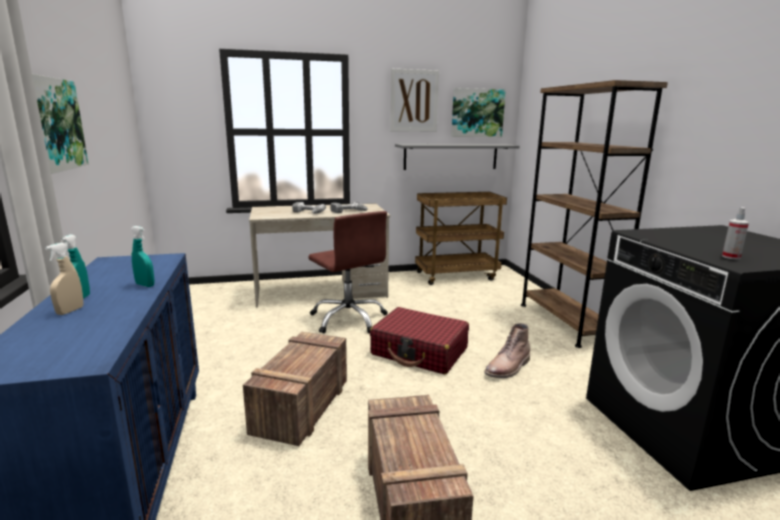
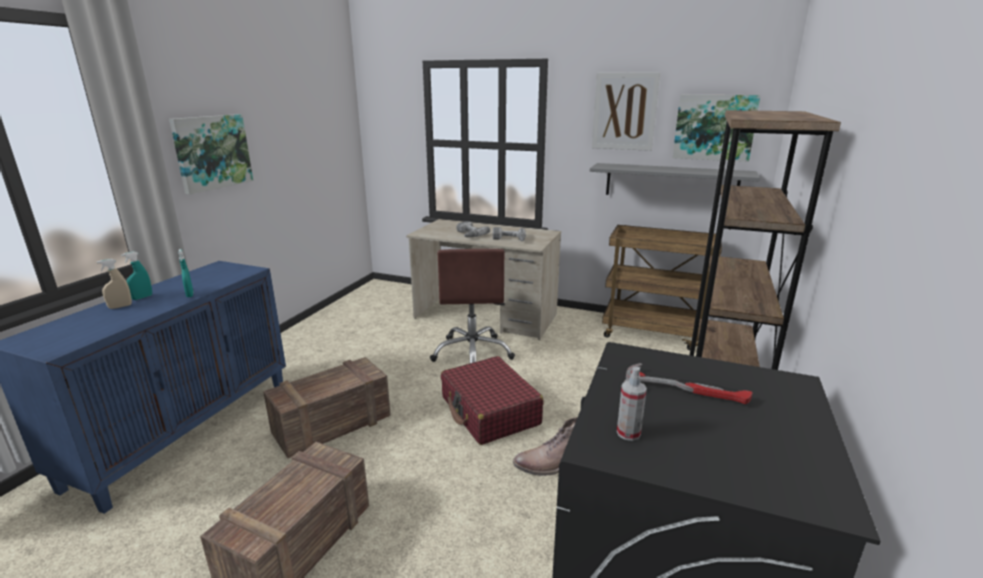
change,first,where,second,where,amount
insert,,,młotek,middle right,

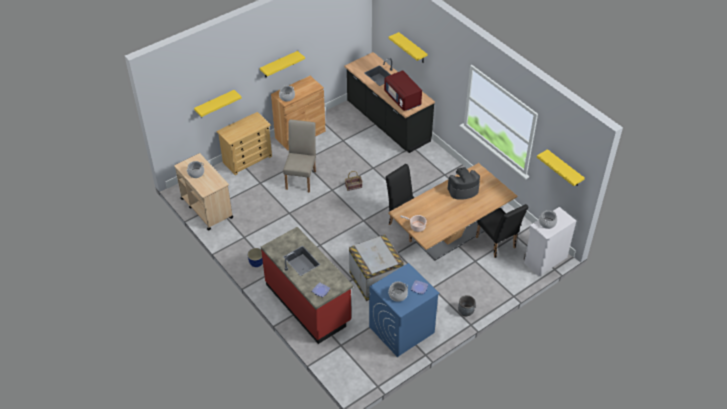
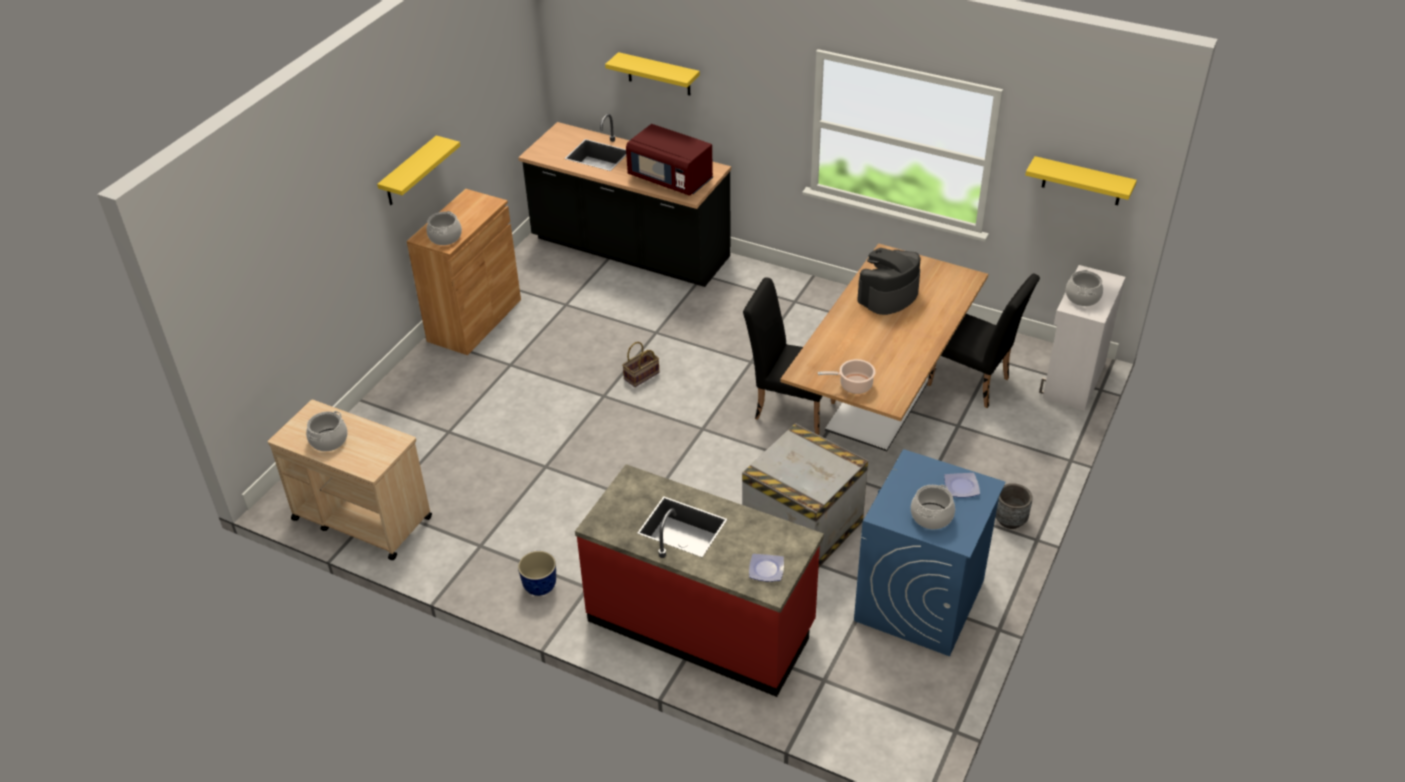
change,first,where,second,where,amount
delete,półka (żółty) (1st from left),top left,,,
delete,komoda (beżowy),centre,,,
delete,krzesło (beżowy),centre,,,

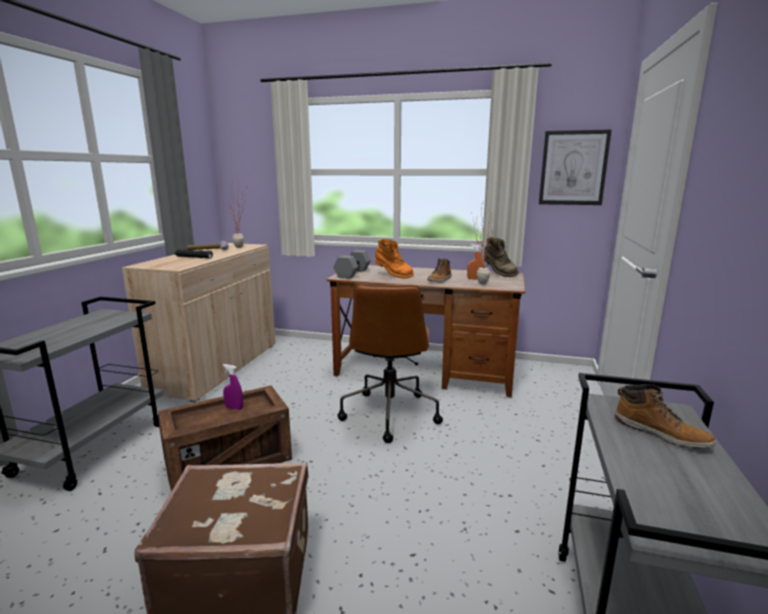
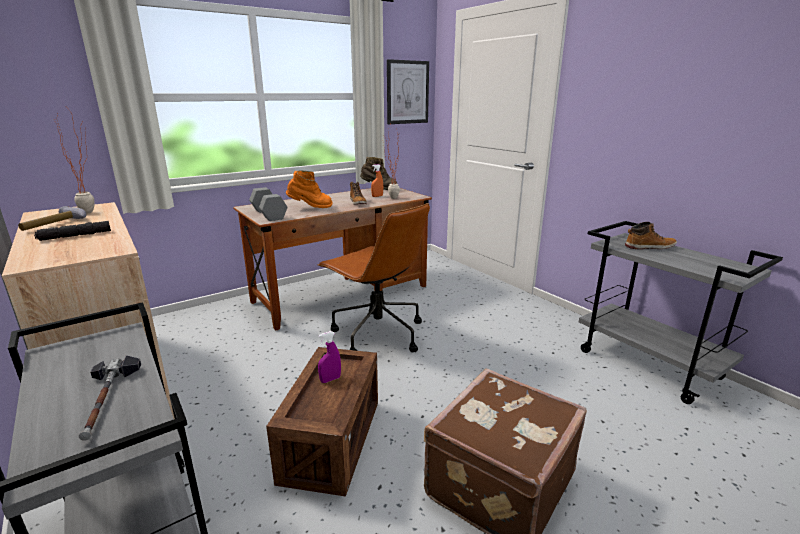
change,first,where,second,where,amount
insert,,,młotek (2nd from left),bottom left,

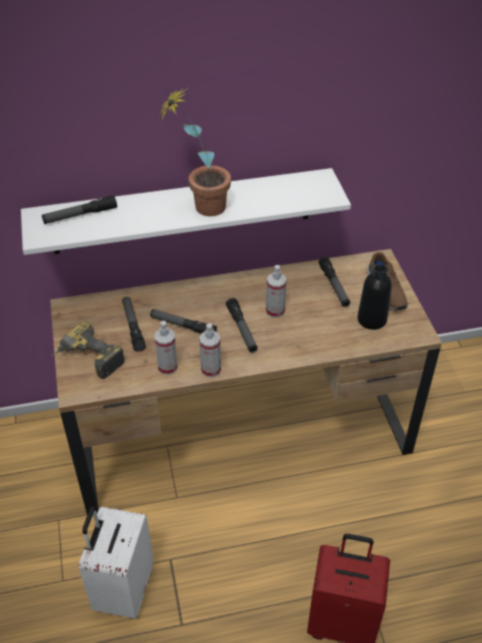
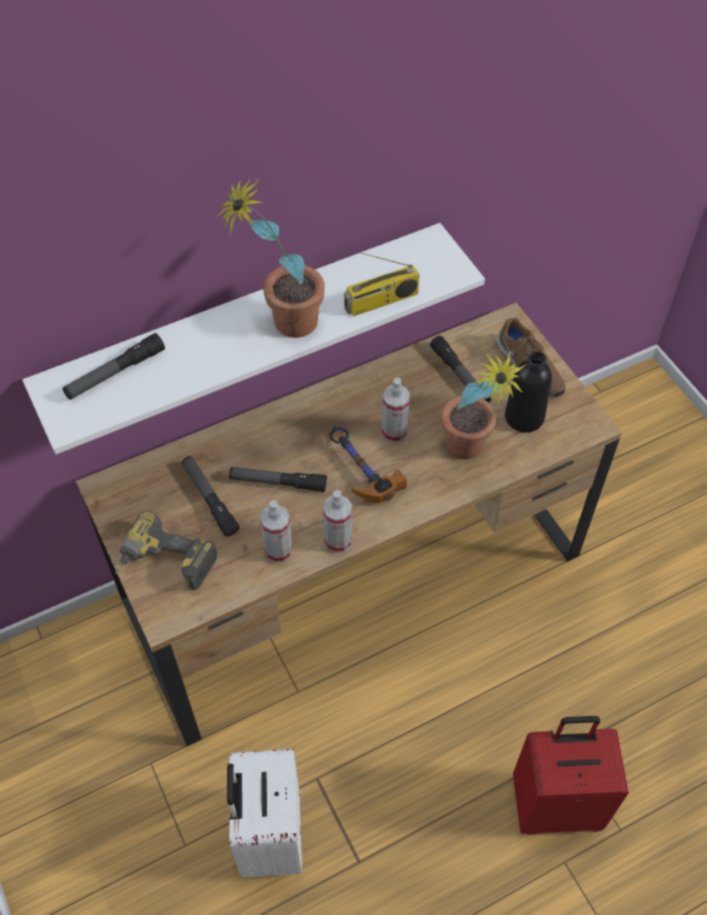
change,first,where,second,where,amount
replace,latarka (4th from left),centre,młotek,centre,
insert,,,radio,top centre,
insert,,,roślina doniczkowa (2nd from left),middle right,

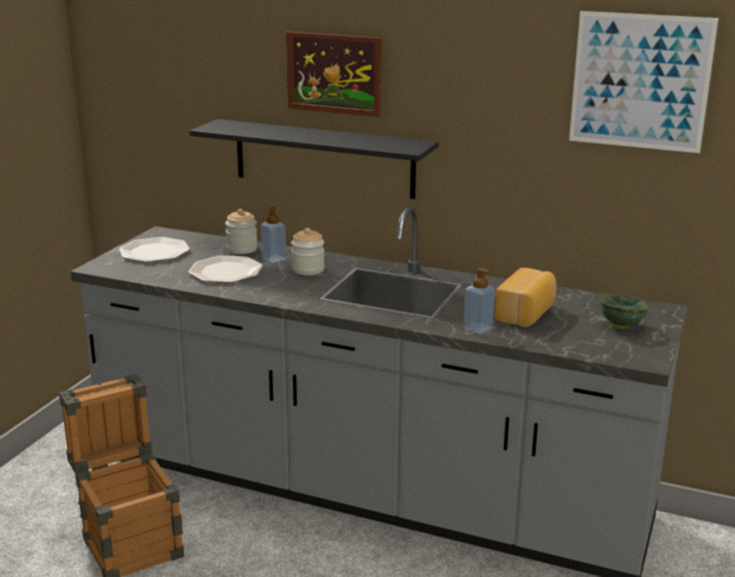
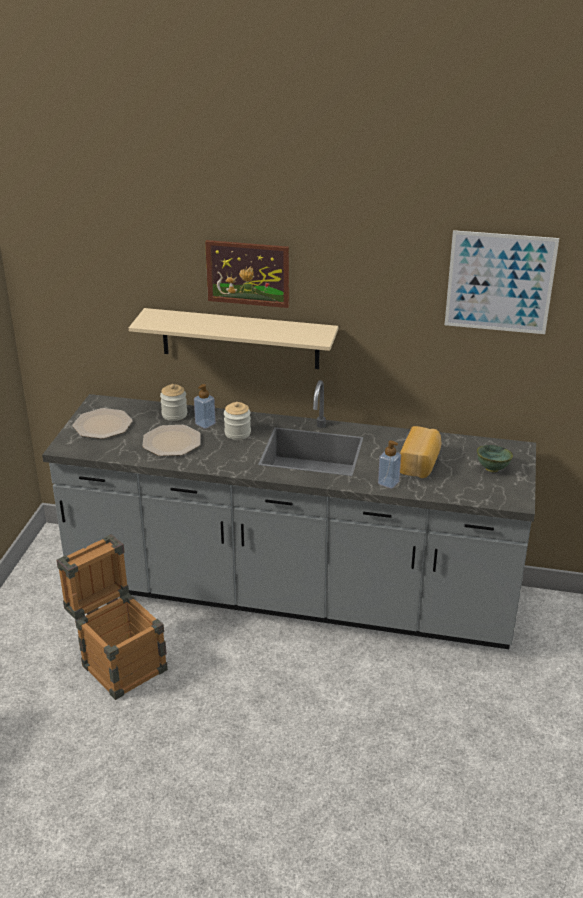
change,first,where,second,where,amount
recolor,półka (czarny),top centre,półka (beżowy),centre,

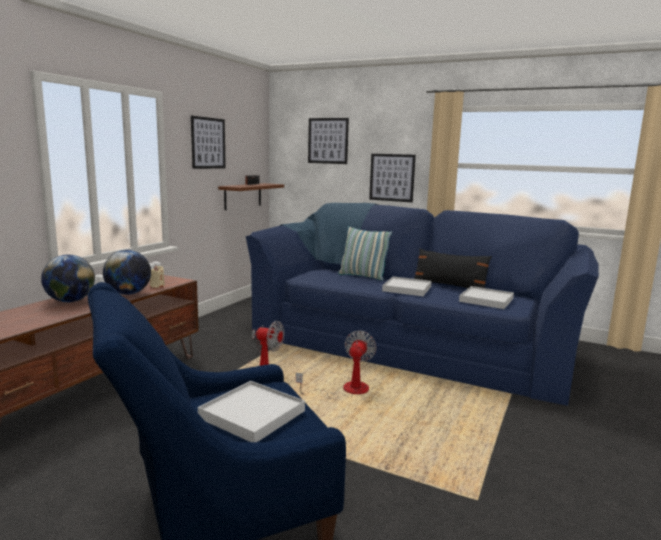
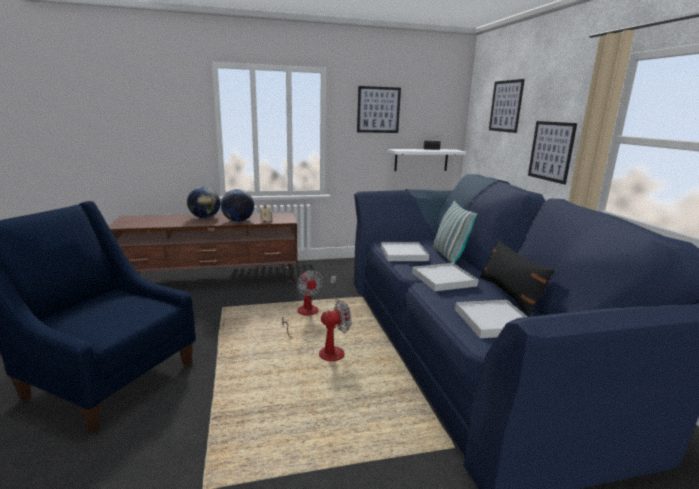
change,first,where,second,where,amount
move,taca (biały) (1st from left),bottom centre,,centre,
recolor,półka (brązowy),centre,półka (biały),top centre,

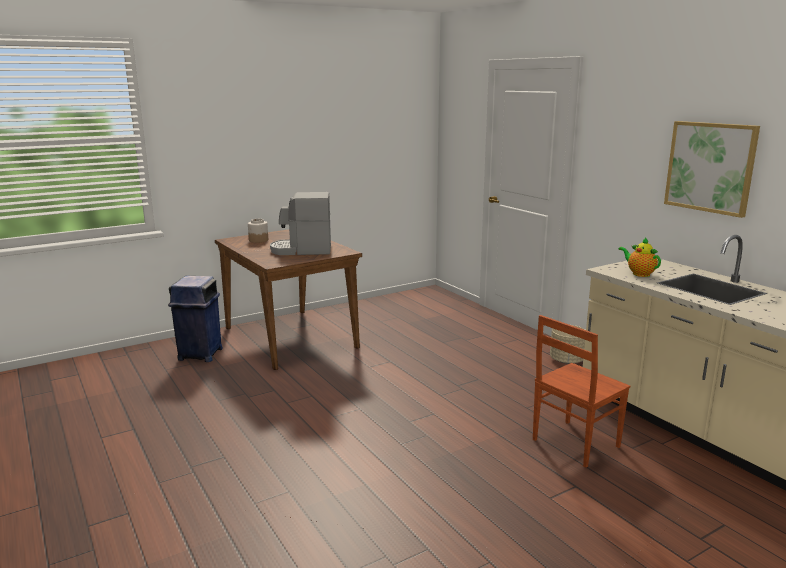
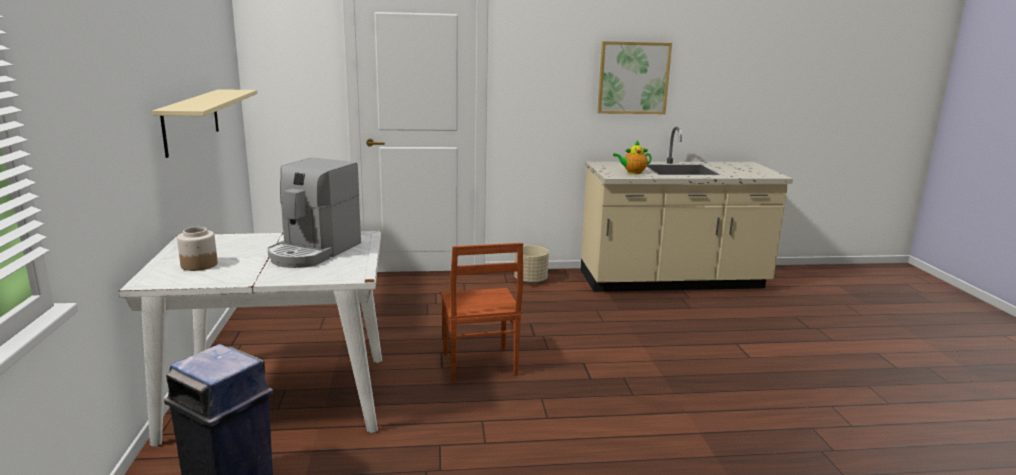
change,first,where,second,where,amount
recolor,stół jadalny (brązowy),centre,stół jadalny (biały),bottom left,
insert,,,półka (beżowy),top left,
move,krzesło (brązowy),bottom right,,centre,

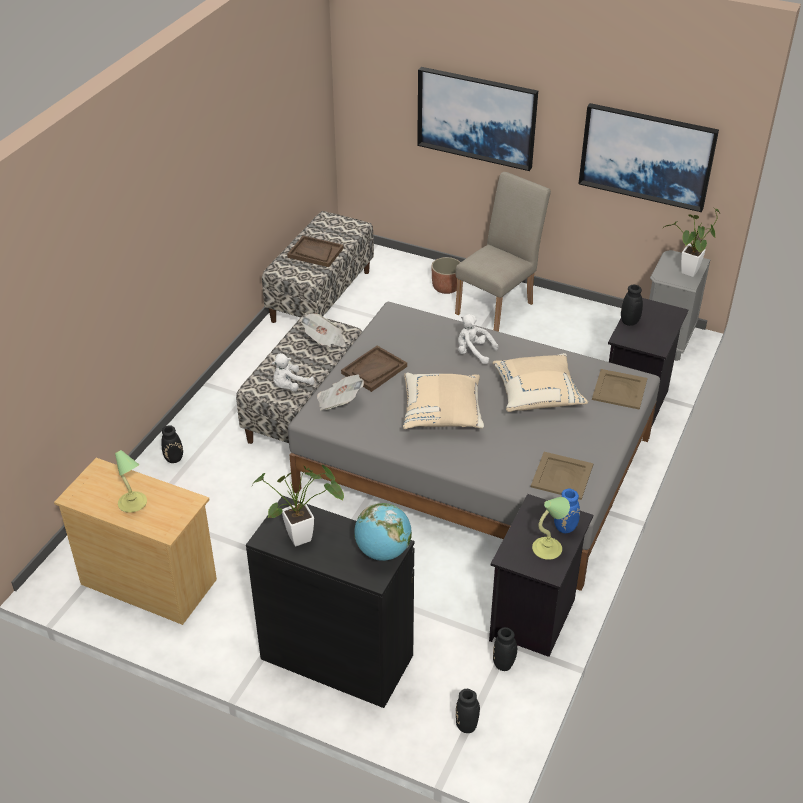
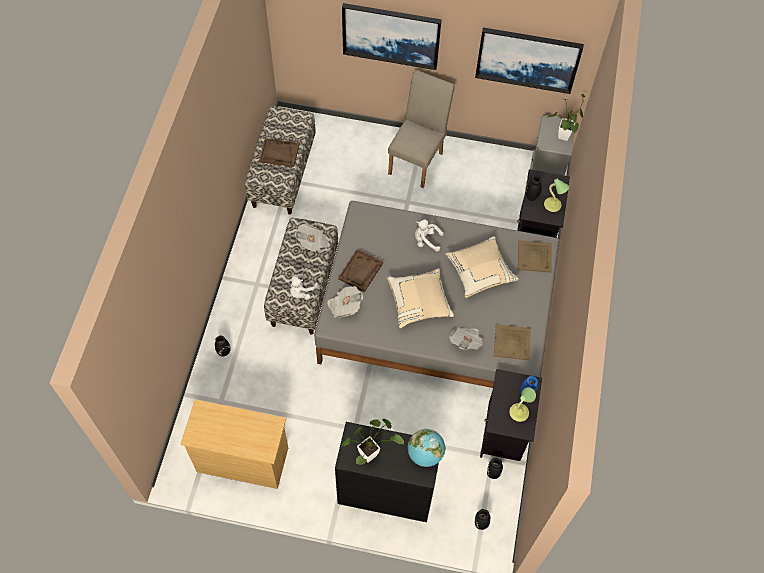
change,first,where,second,where,amount
insert,,,gazeta (3rd from left),centre,
move,lampa stołowa (1st from left in the first image),middle left,lampa stołowa (2nd from left),middle right,
delete,donica,centre,,,

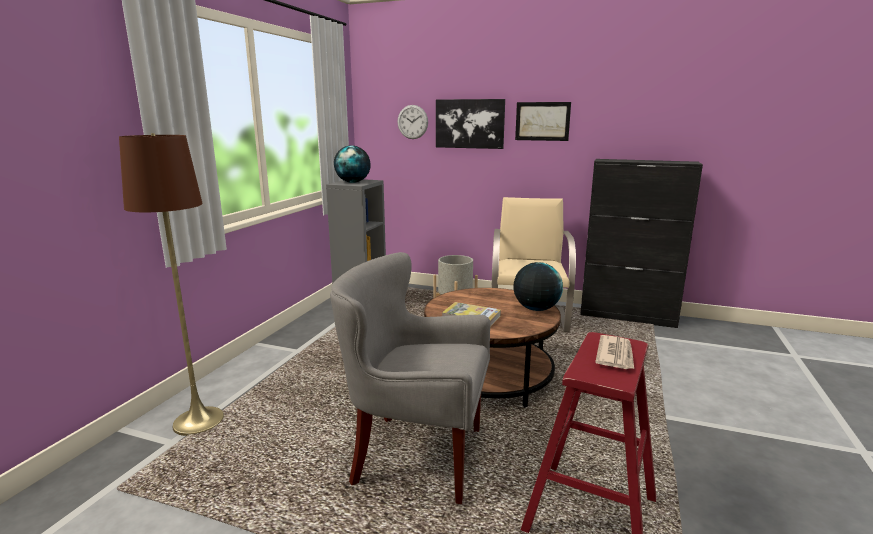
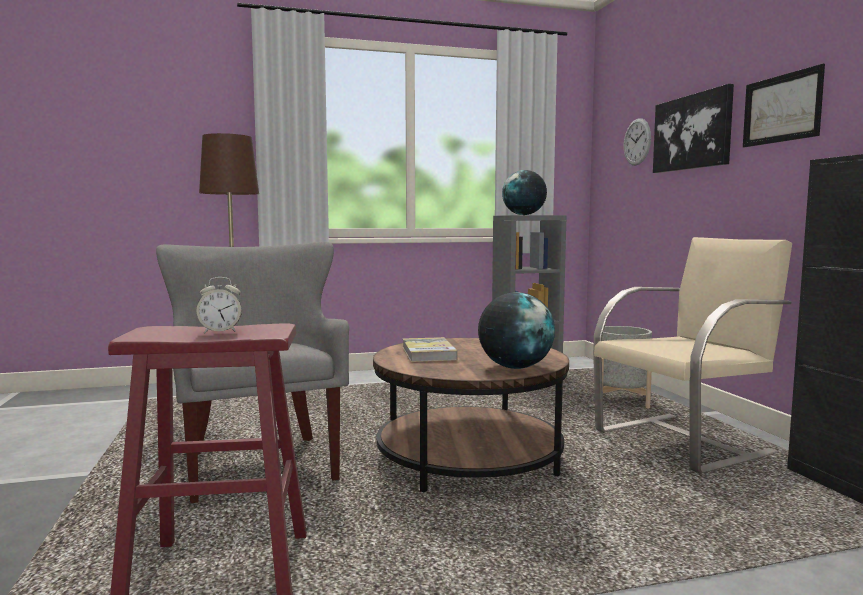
change,first,where,second,where,amount
replace,gazeta,middle right,budzik,middle left,

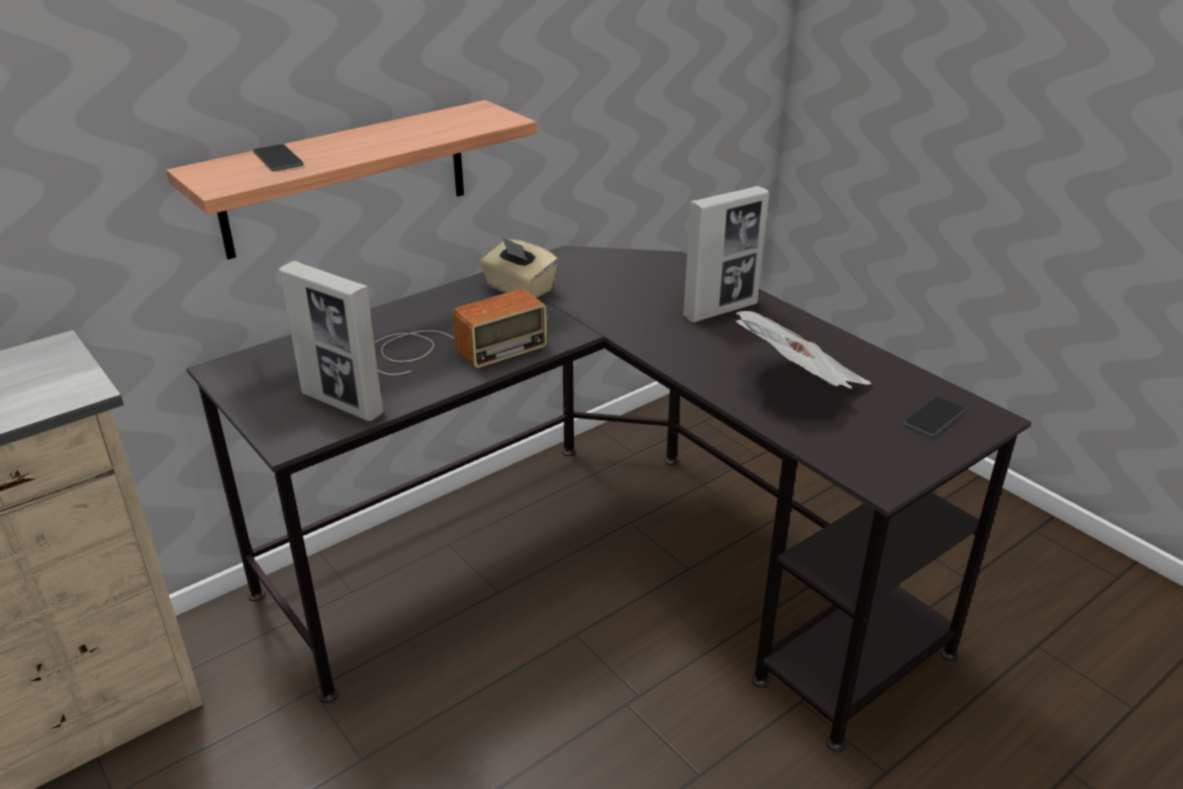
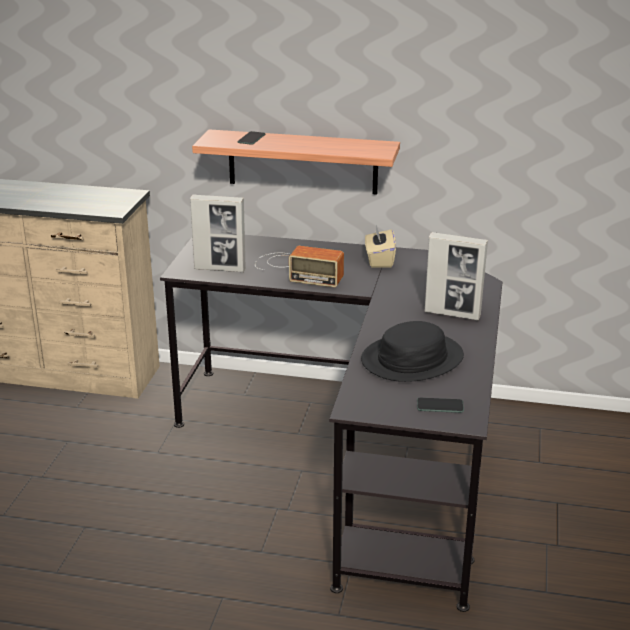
change,first,where,second,where,amount
rotate,ramka na zdjęcie (1st from left),middle left,,centre,75 degrees counterclockwise
replace,gazeta,middle right,kapelusz (czarny),centre,

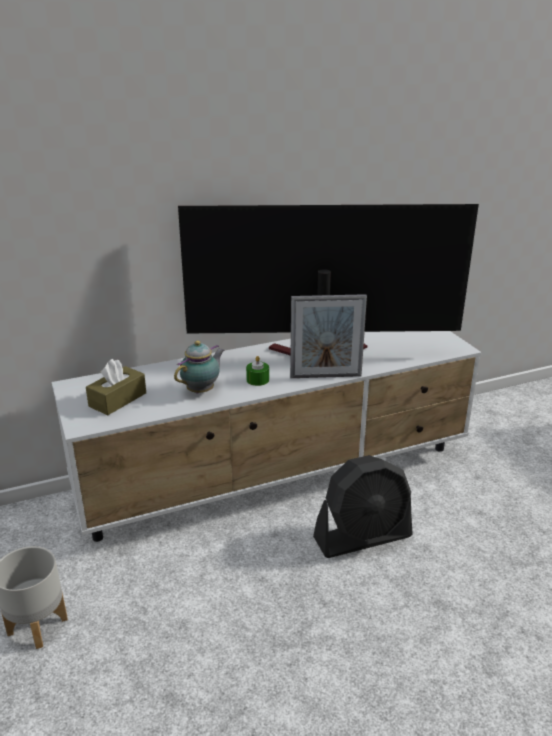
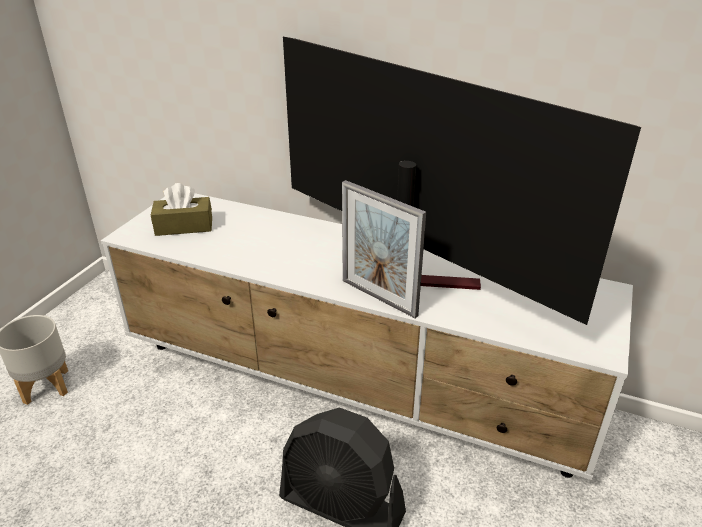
change,first,where,second,where,amount
delete,imbryk,centre,,,
delete,świeca (zielony),centre,,,

